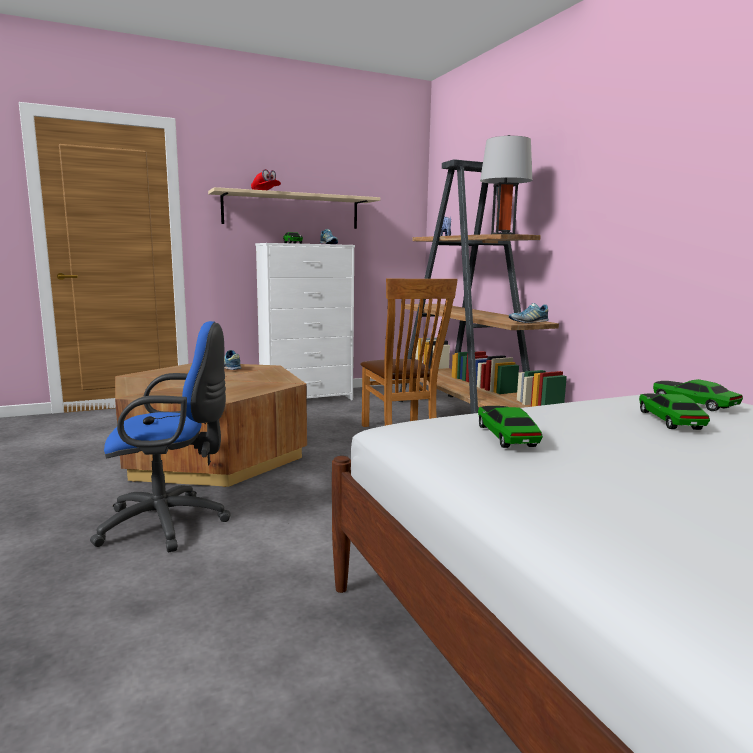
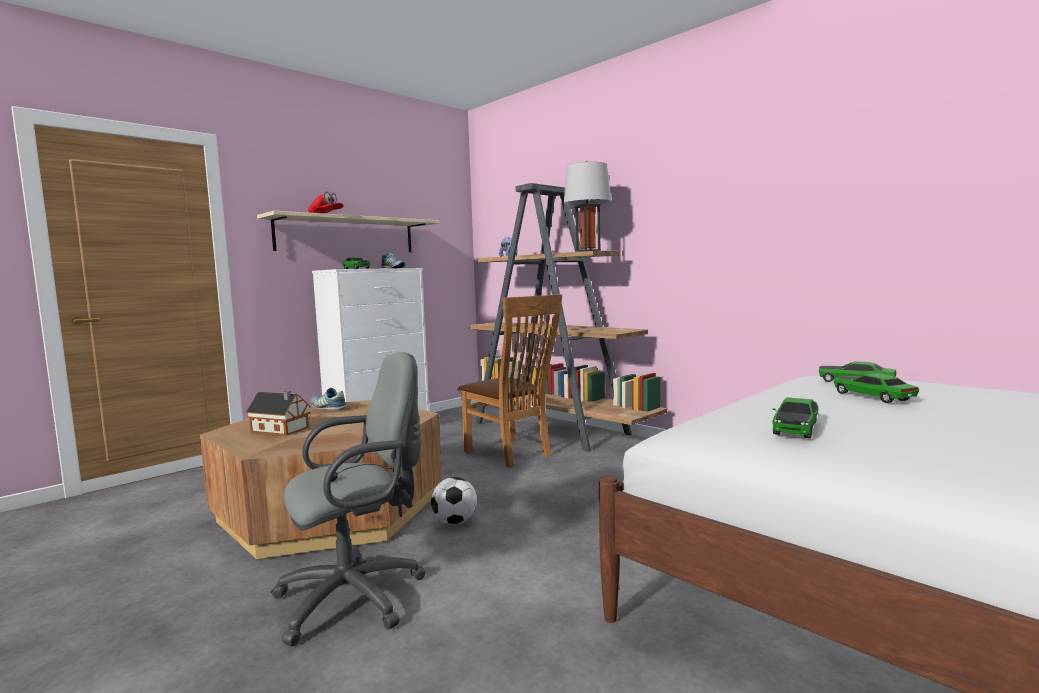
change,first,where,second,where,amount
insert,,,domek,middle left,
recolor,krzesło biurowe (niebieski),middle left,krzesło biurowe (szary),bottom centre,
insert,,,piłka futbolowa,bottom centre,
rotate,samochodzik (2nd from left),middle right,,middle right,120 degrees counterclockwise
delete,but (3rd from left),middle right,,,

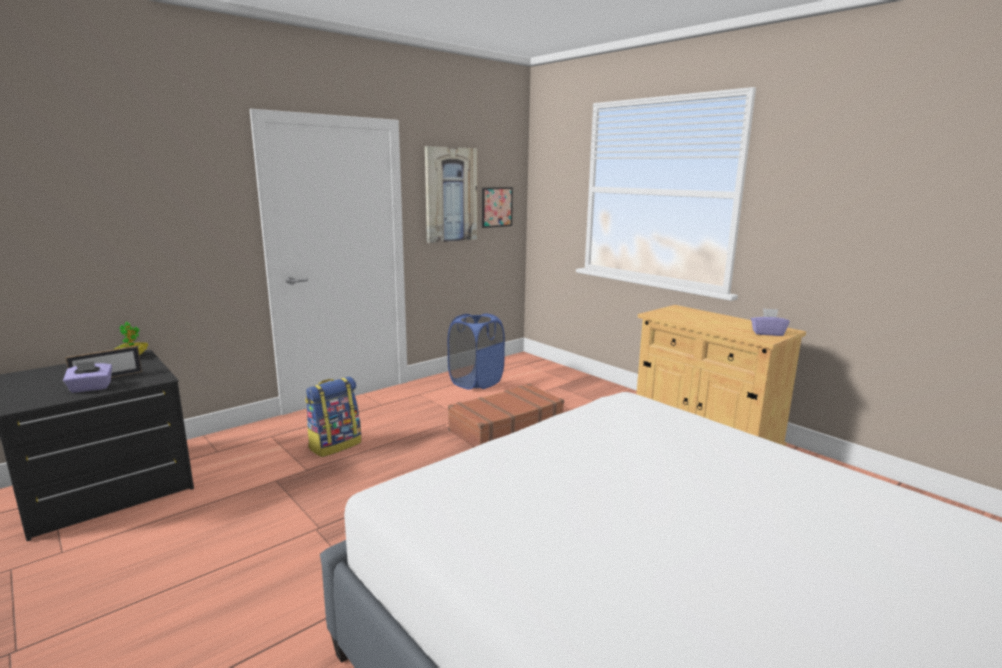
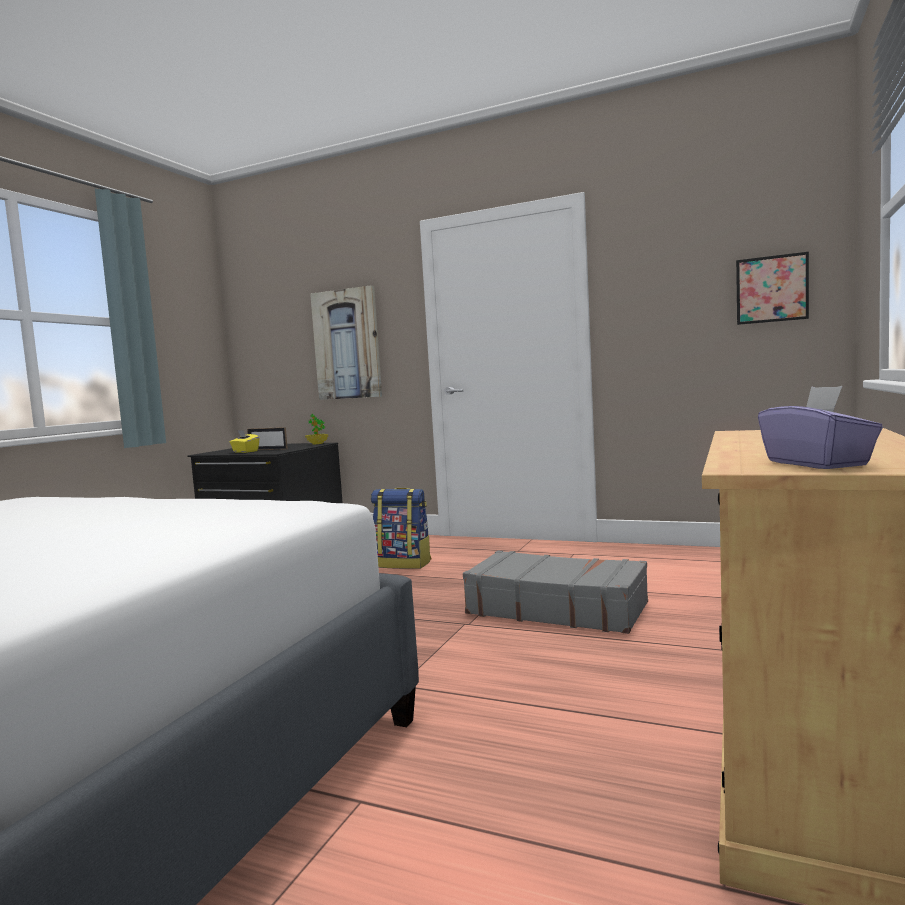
change,first,where,second,where,amount
recolor,pudełko chusteczek (fioletowy) (1st from left),middle left,pudełko chusteczek (żółty),middle left,
move,obraz (1st from left),top centre,,centre,
recolor,walizka (brązowy),centre,walizka (szary),centre,
delete,kosz na pranie (niebieski),centre,,,

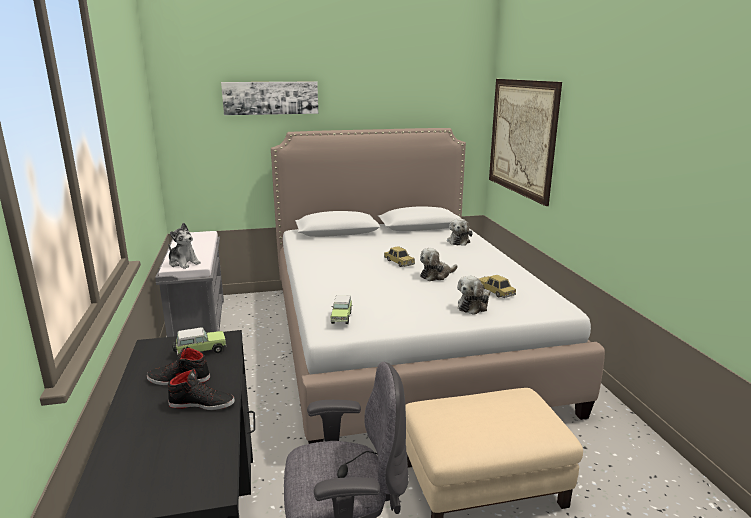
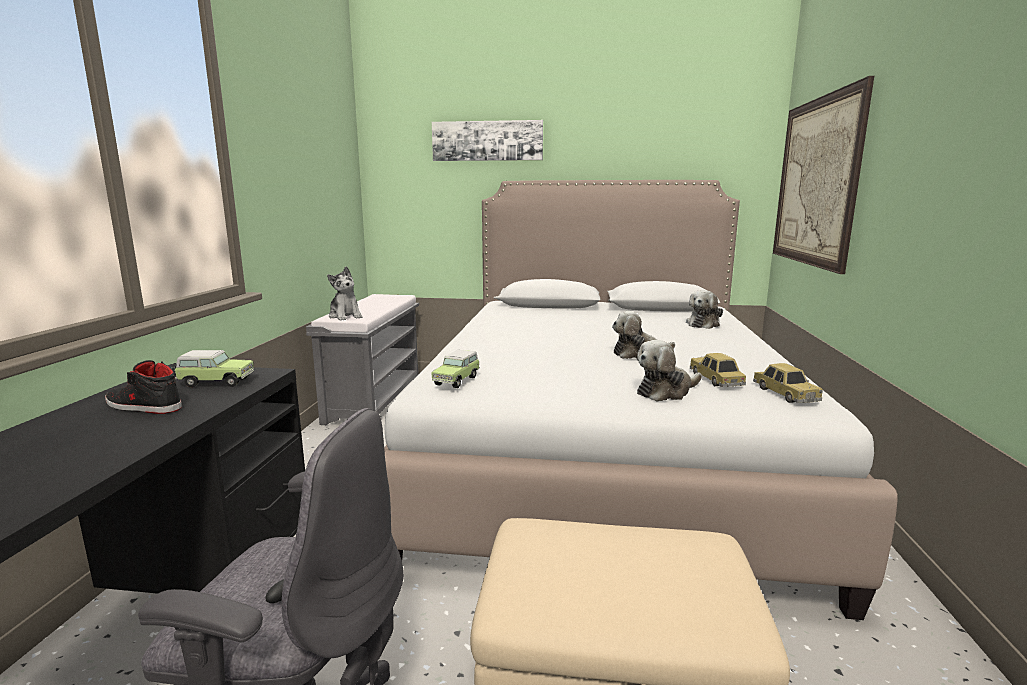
change,first,where,second,where,amount
move,samochodzik (3rd from left in the first image),centre,samochodzik (4th from left),middle right,
delete,but (czarny) (2nd from left),bottom left,,,

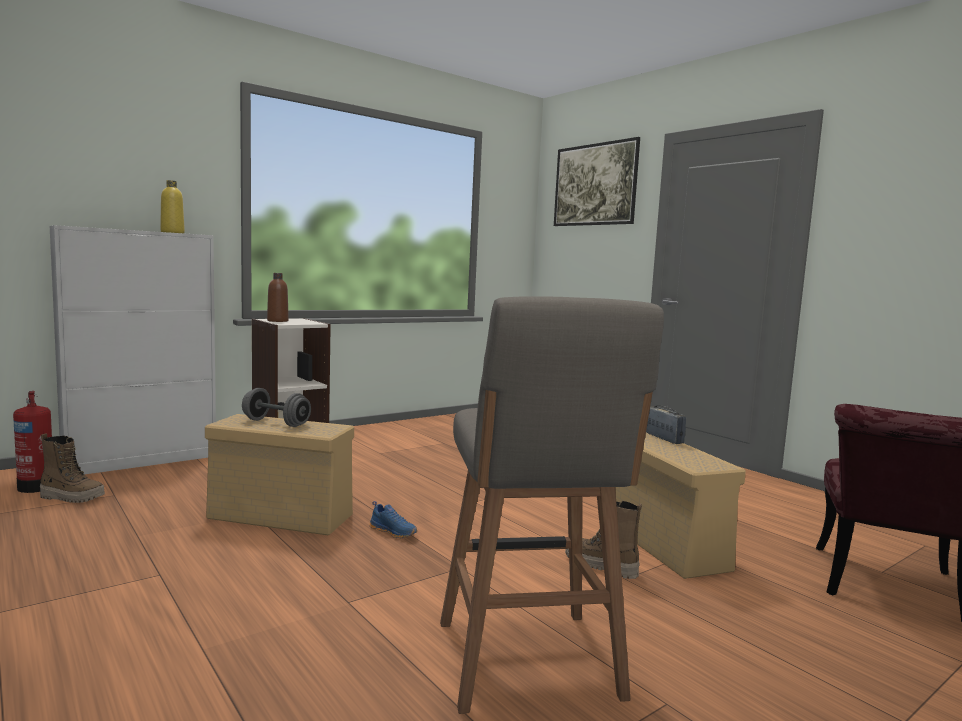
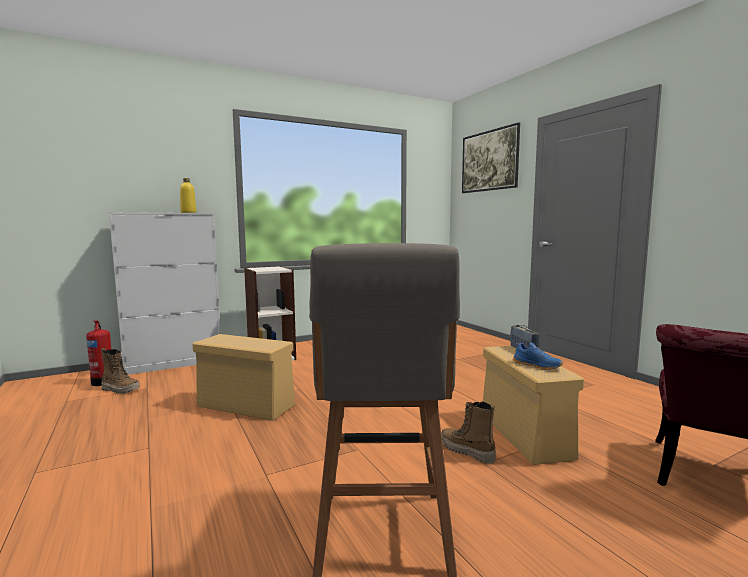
change,first,where,second,where,amount
move,but (niebieski),bottom centre,,middle right,
delete,hantel (szary),middle left,,,
delete,butelka (brązowy),middle left,,,

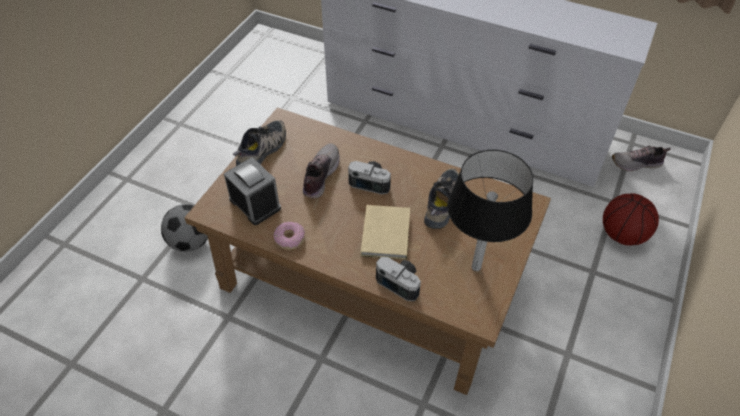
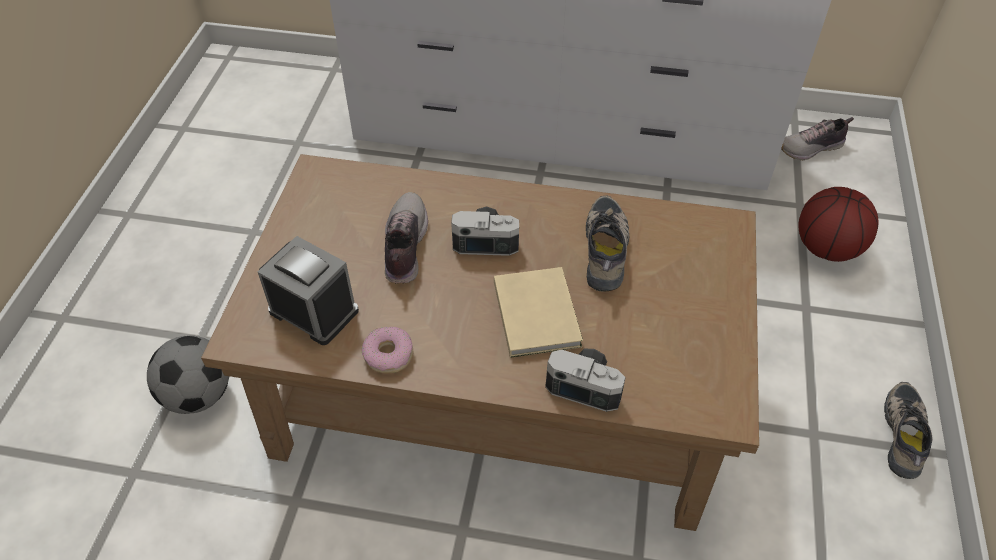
change,first,where,second,where,amount
move,but (1st from left in the first image),centre,but (4th from left),bottom right,
delete,lampa stołowa (czarny),centre,,,

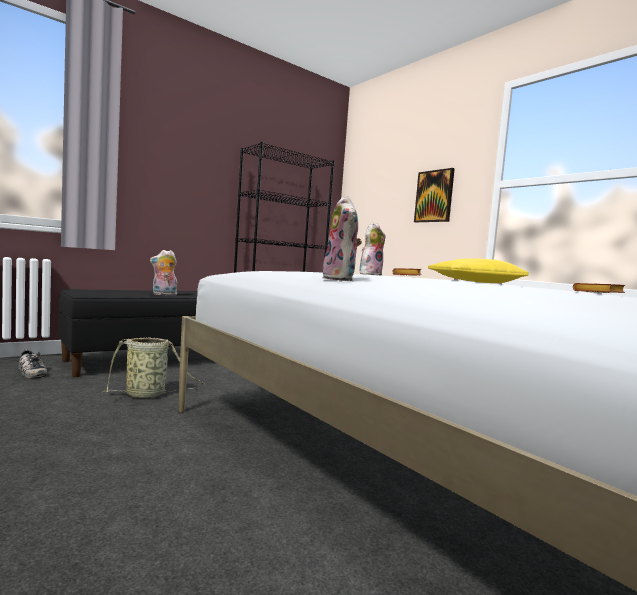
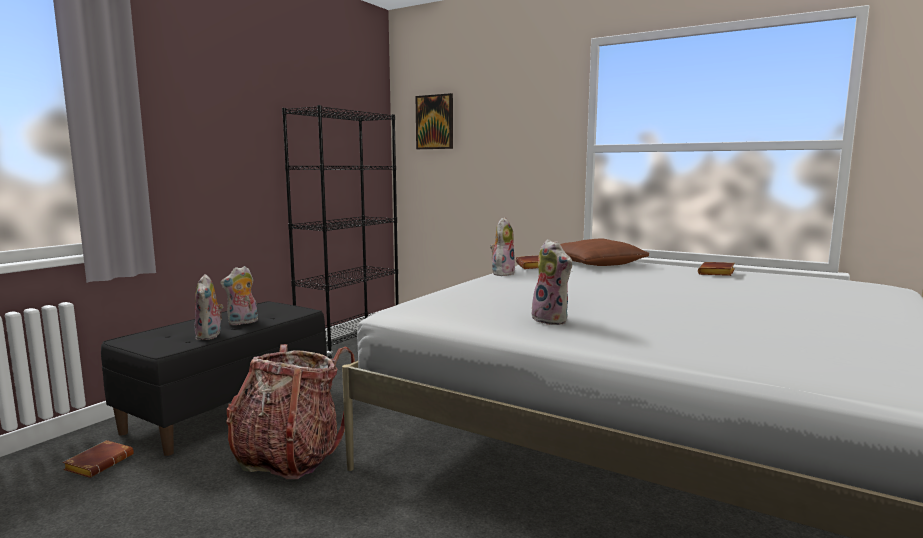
change,first,where,second,where,amount
replace,but,middle left,książka (brązowy) (1st from left),bottom left,
insert,,,pluszak (1st from left),middle left,
replace,koszyk,middle left,plecak,bottom left,
move,obraz,top right,,top centre,
recolor,poduszka (żółty),middle right,poduszka (brązowy),centre,

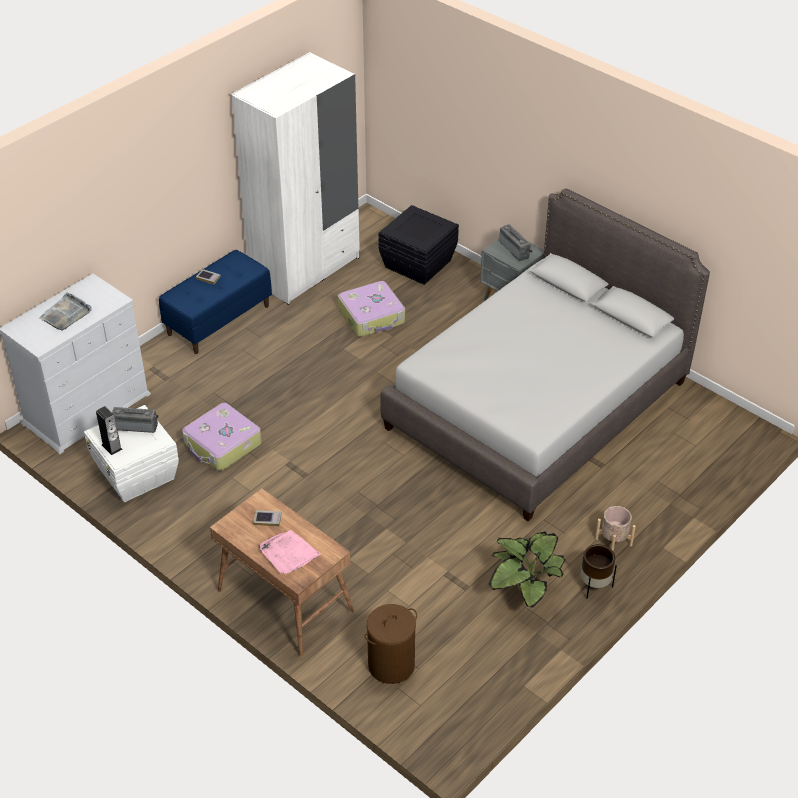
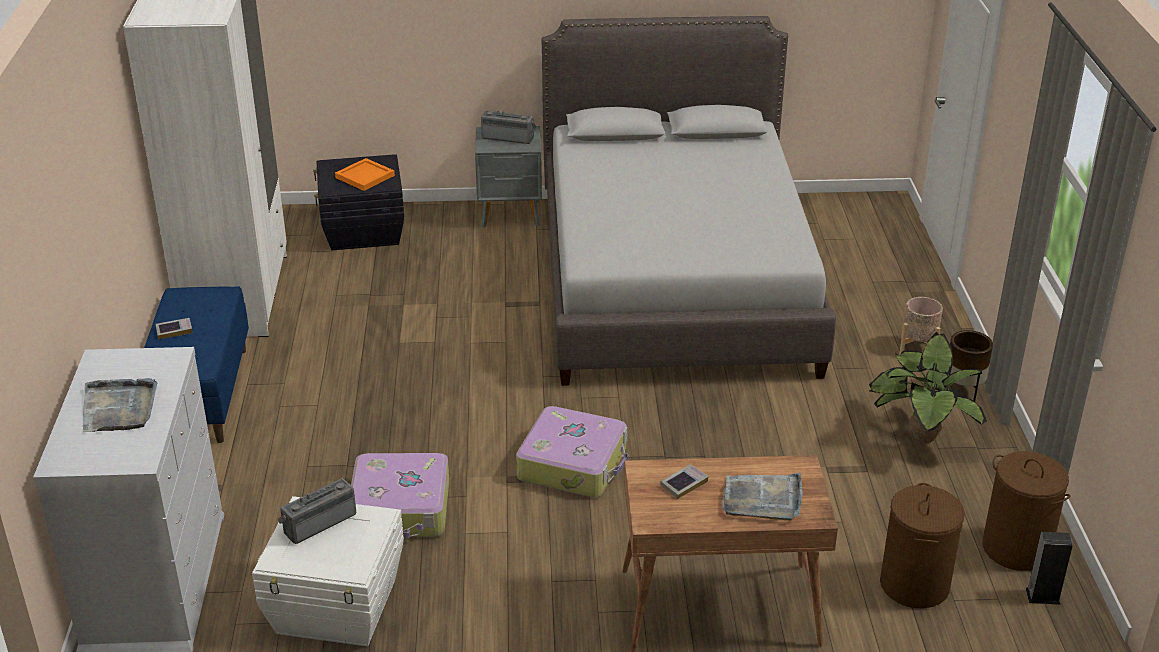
change,first,where,second,where,amount
insert,,,taca (pomarańczowy),top left,
move,walizka (2nd from left),centre,,bottom centre,
recolor,taca (różowy),bottom centre,taca (szary) (2nd from left),bottom centre,
insert,,,kosz na pranie (brązowy) (2nd from left),bottom right,
move,głośnik,middle left,,bottom right,

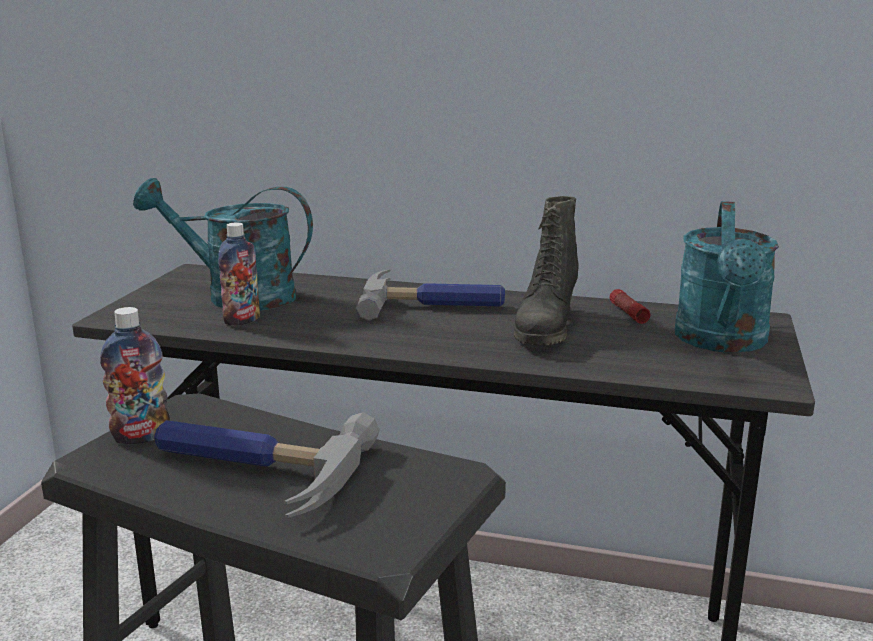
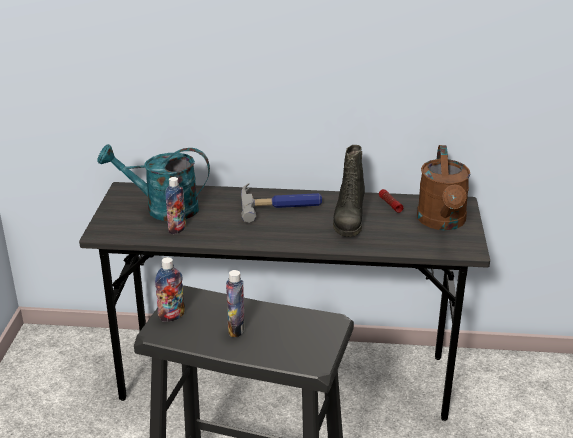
change,first,where,second,where,amount
replace,młotek (1st from left),bottom left,butelka (3rd from left),bottom centre,
recolor,konewka (turkusowy) (2nd from left),middle right,konewka (brązowy),middle right,

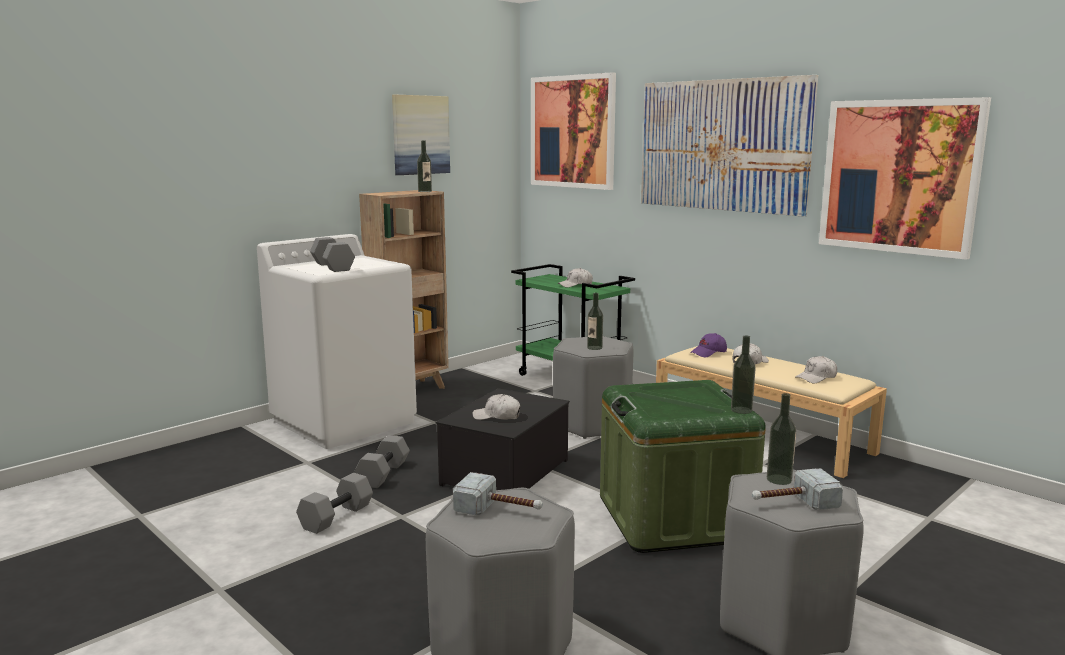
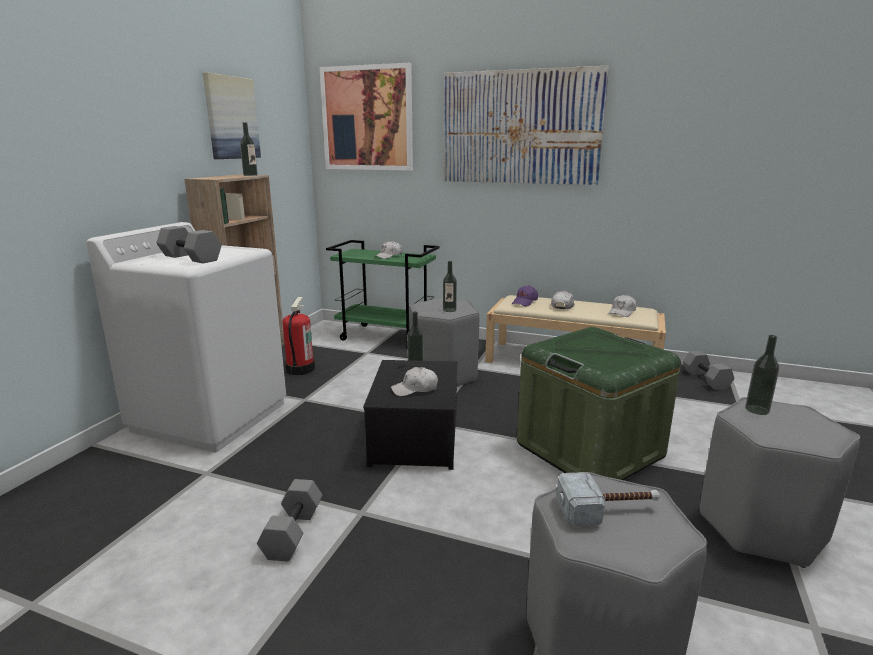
change,first,where,second,where,amount
insert,,,gaśnica,centre,
move,butelka (3rd from left in the first image),middle right,butelka (2nd from left),centre,
move,hantel (szary) (3rd from left),bottom centre,,middle right,
delete,młotek (2nd from left),bottom right,,,
delete,obraz (4th from left),top right,,,

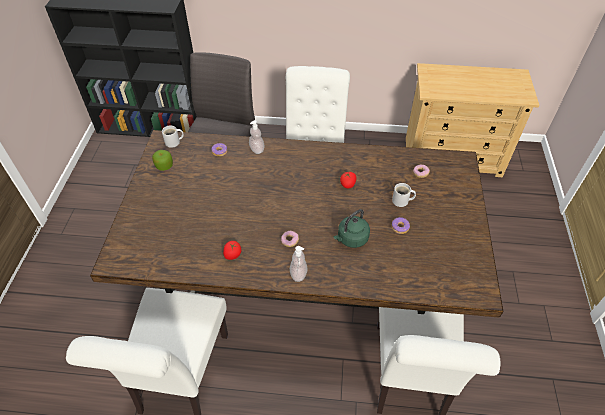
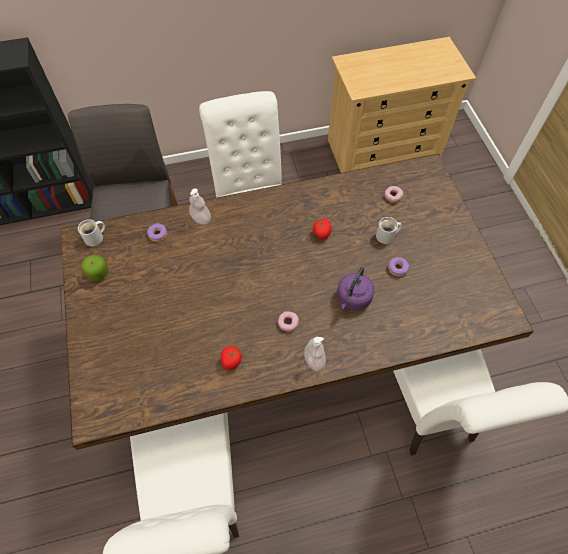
change,first,where,second,where,amount
recolor,czajnik (zielony),centre,czajnik (fioletowy),centre,

